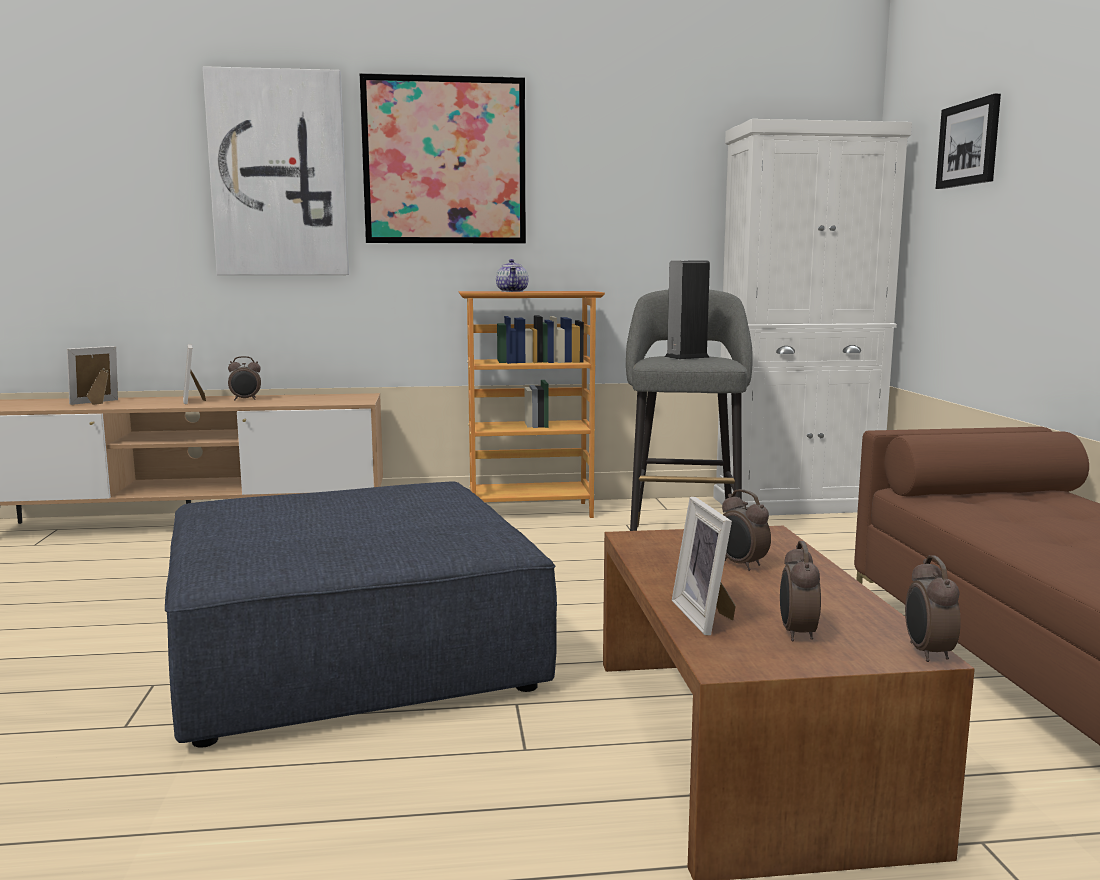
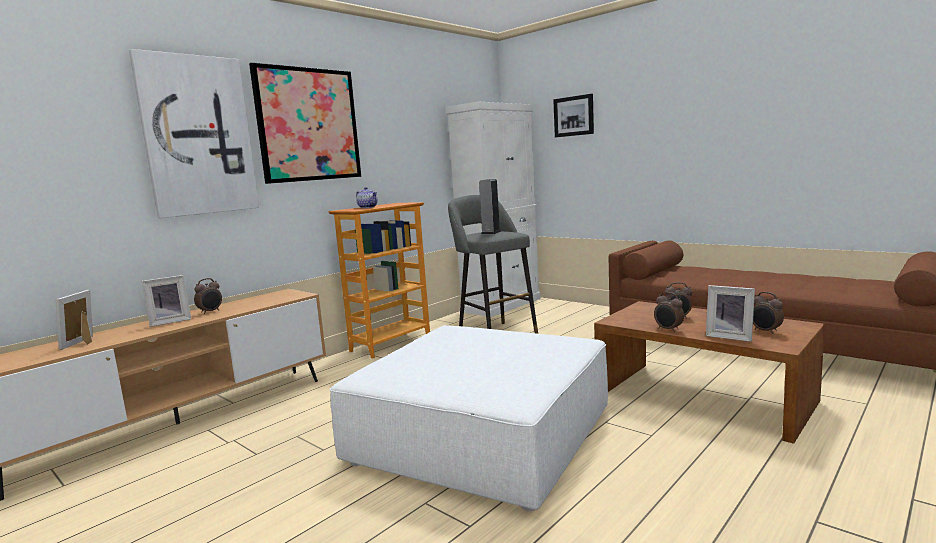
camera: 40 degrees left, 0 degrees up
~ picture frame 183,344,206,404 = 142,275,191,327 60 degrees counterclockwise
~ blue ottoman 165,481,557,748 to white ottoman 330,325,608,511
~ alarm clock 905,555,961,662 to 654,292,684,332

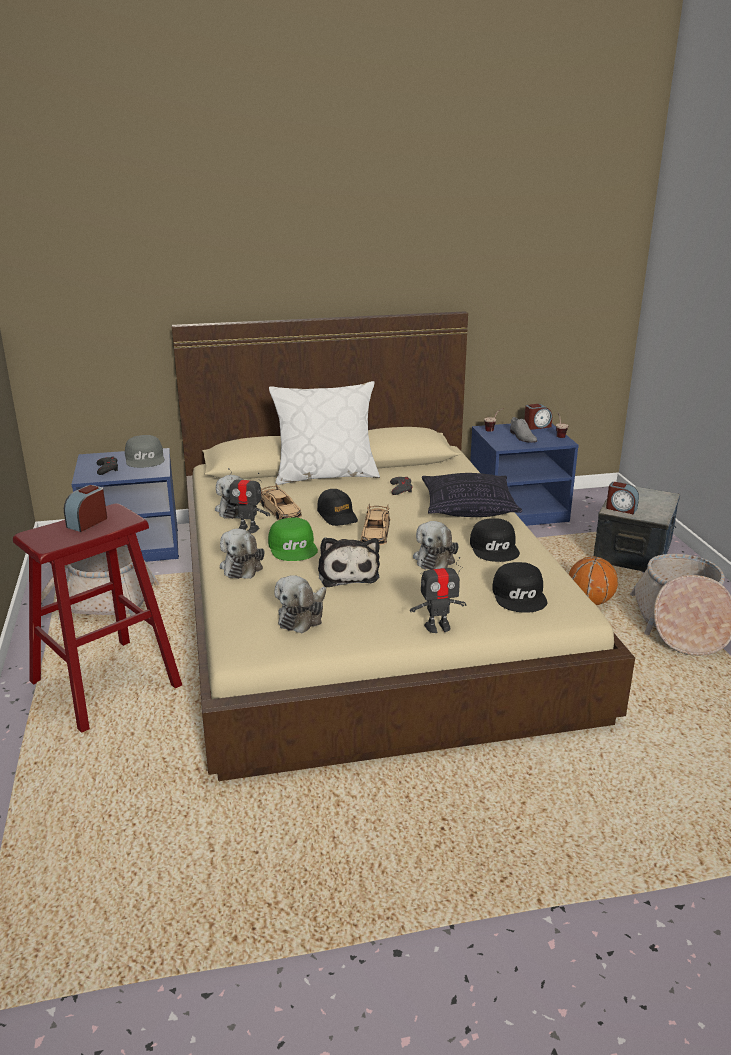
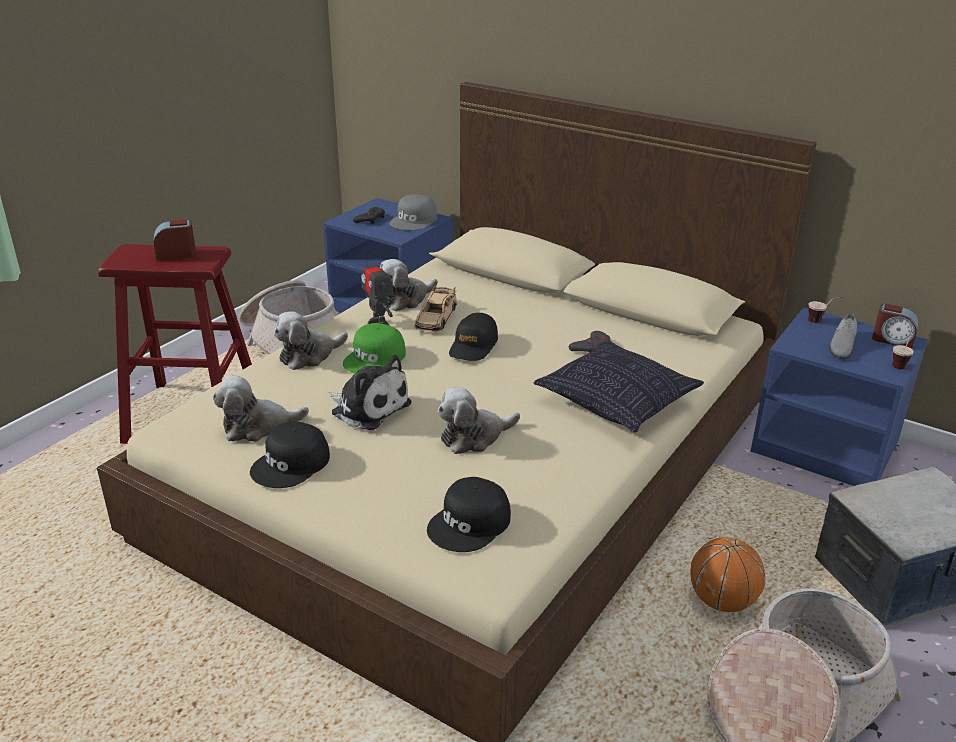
camera: 45 degrees right, 5 degrees up
~ black cap 470,518,520,562 to 250,421,330,488
~ plush toy 318,537,380,587 = 327,355,411,430 90 degrees counterclockwise
- white pillow 269,381,380,485
- beige toy car 360,504,390,545
- toy robot 410,557,467,633
- alarm clock 606,482,639,515

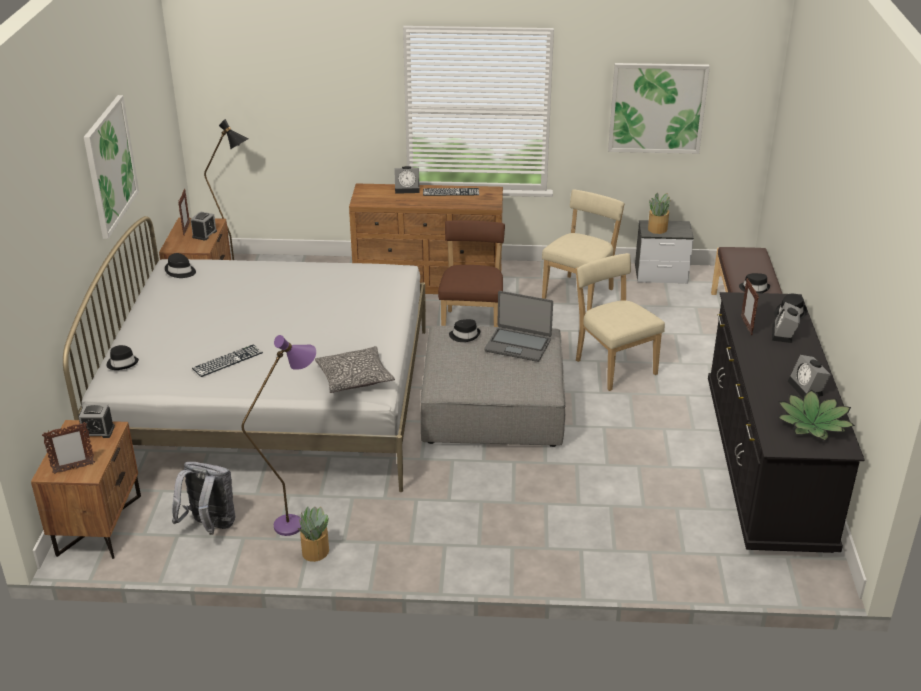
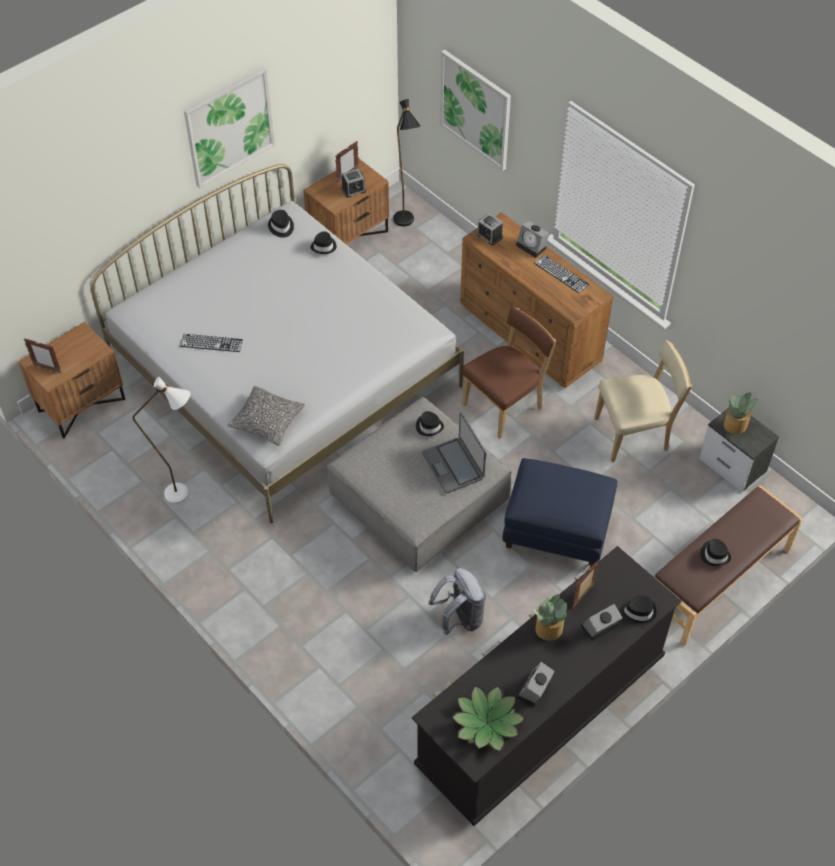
camera: 45 degrees right, 20 degrees up
~ purple floor lamp 241,335,316,536 to white floor lamp 133,377,190,504
~ black hat 107,345,139,370 to 310,231,336,254
~ grey backpack 172,462,235,535 to 429,568,486,635
~ picture 608,63,710,154 to 440,50,511,171
~ alarm clock 78,404,115,438 to 477,213,503,246
~ beige chair 576,253,665,391 to blue ottoman 502,458,618,568
~ potted plant 298,506,329,562 to 533,594,567,641

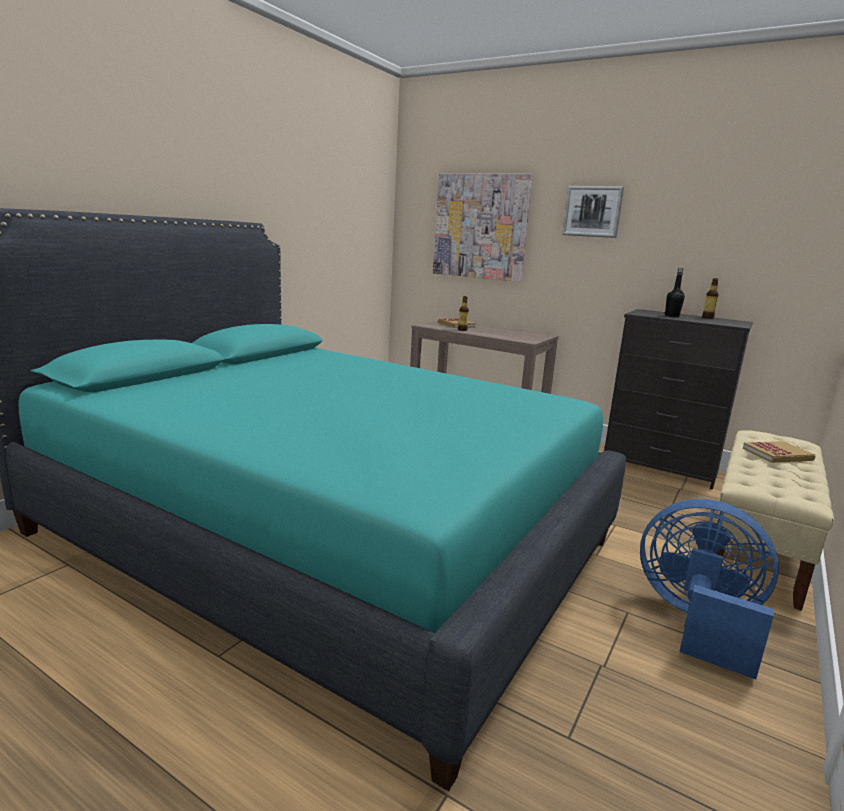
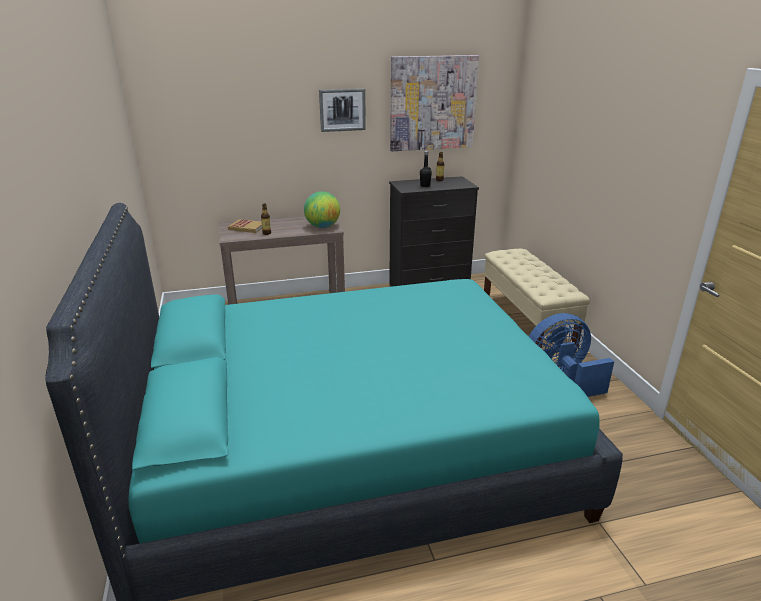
camera: 45 degrees left, 10 degrees up
+ globe 304,191,340,228
~ picture 433,174,533,282 to 390,55,479,151
- book 743,441,815,463

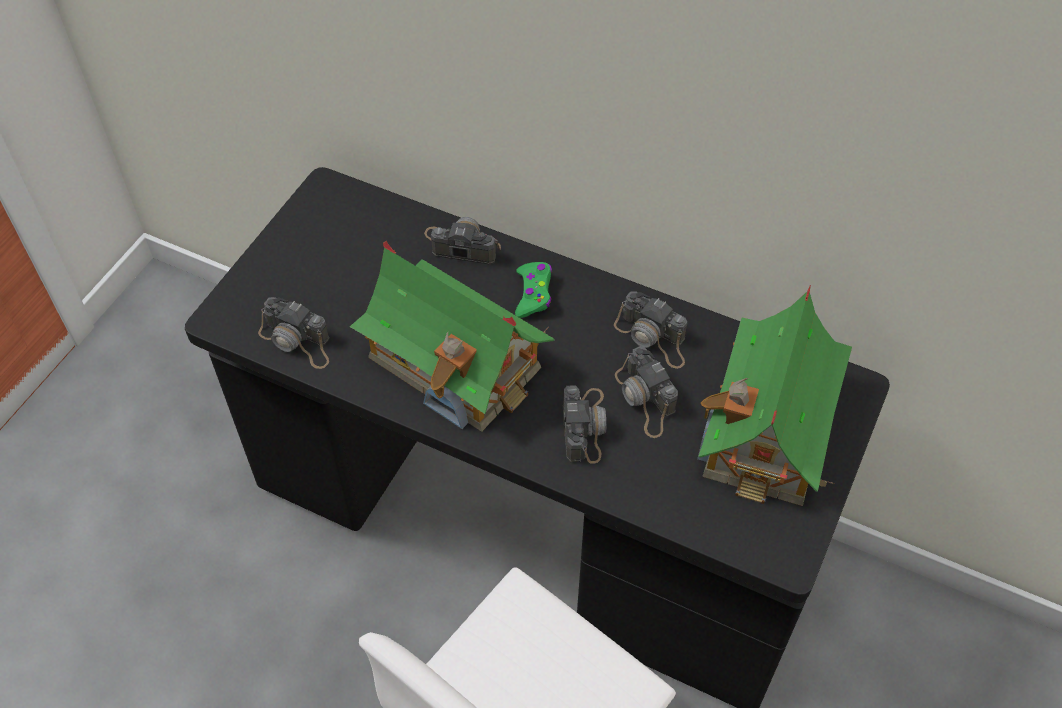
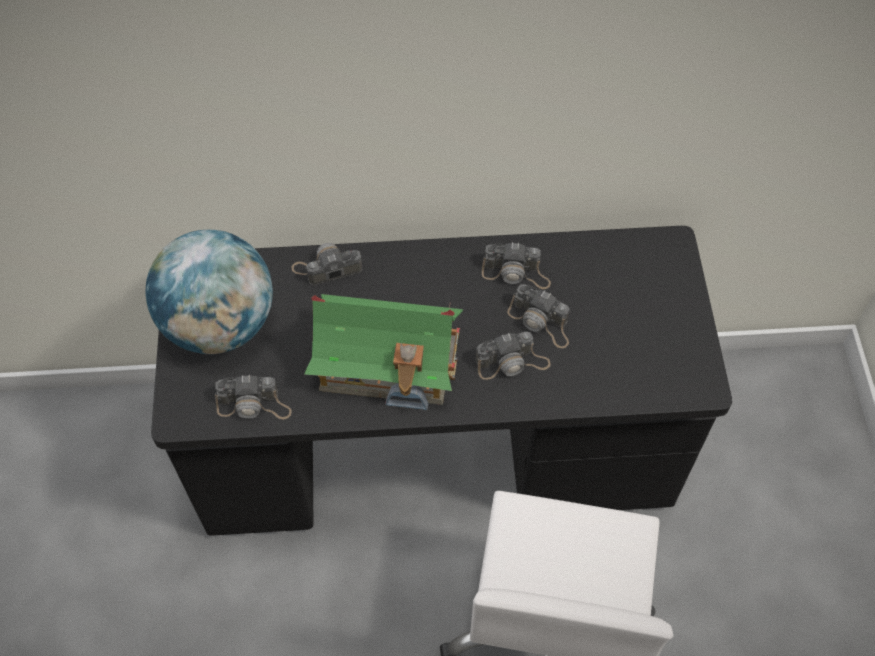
camera: 30 degrees left, 5 degrees up
+ globe 145,230,273,354
~ photo camera 563,385,606,464 = 475,331,551,380 105 degrees clockwise
- green game controller 515,262,552,318
- toy house 697,285,852,506

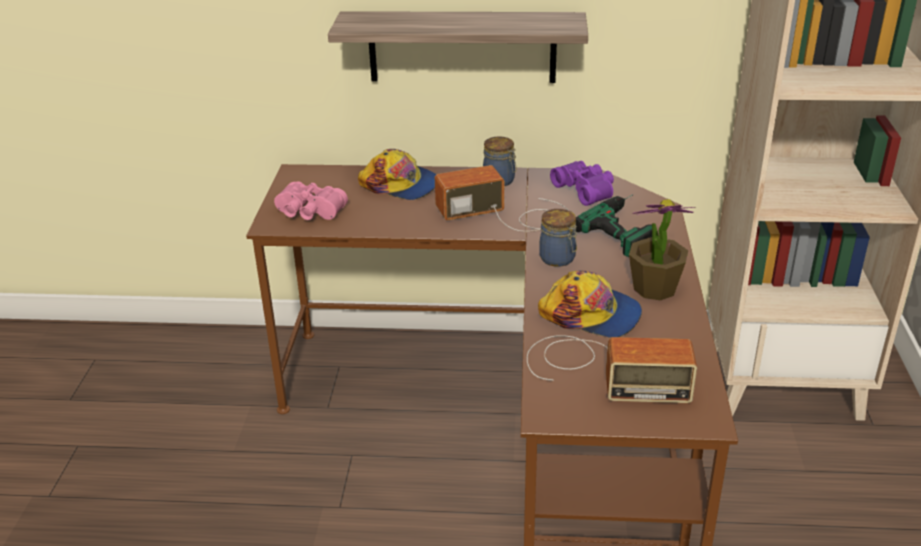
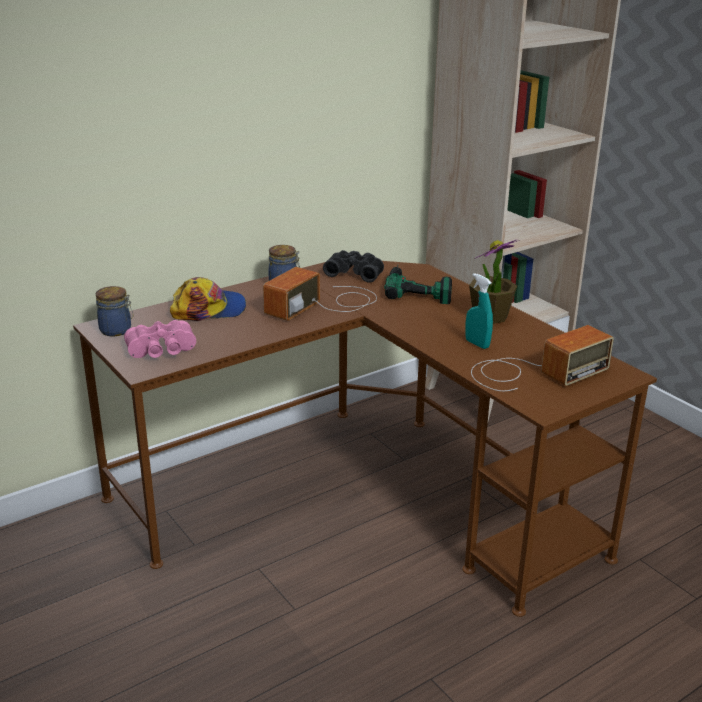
camera: 40 degrees left, 5 degrees down
~ jar 539,209,577,267 to 96,286,134,336
~ purple binoculars 550,161,614,206 to black binoculars 323,250,384,283
~ cap 538,270,642,338 to turquoise spray bottle 465,273,493,349
- shelf 328,11,588,83

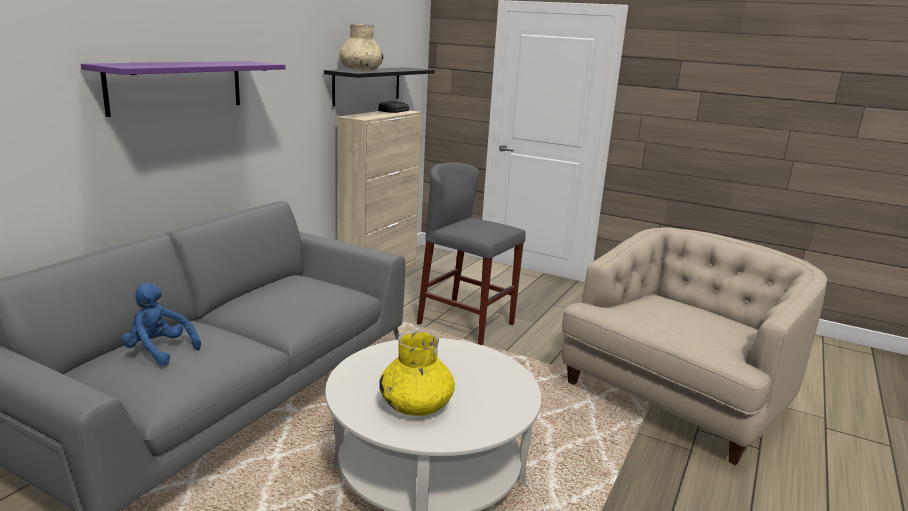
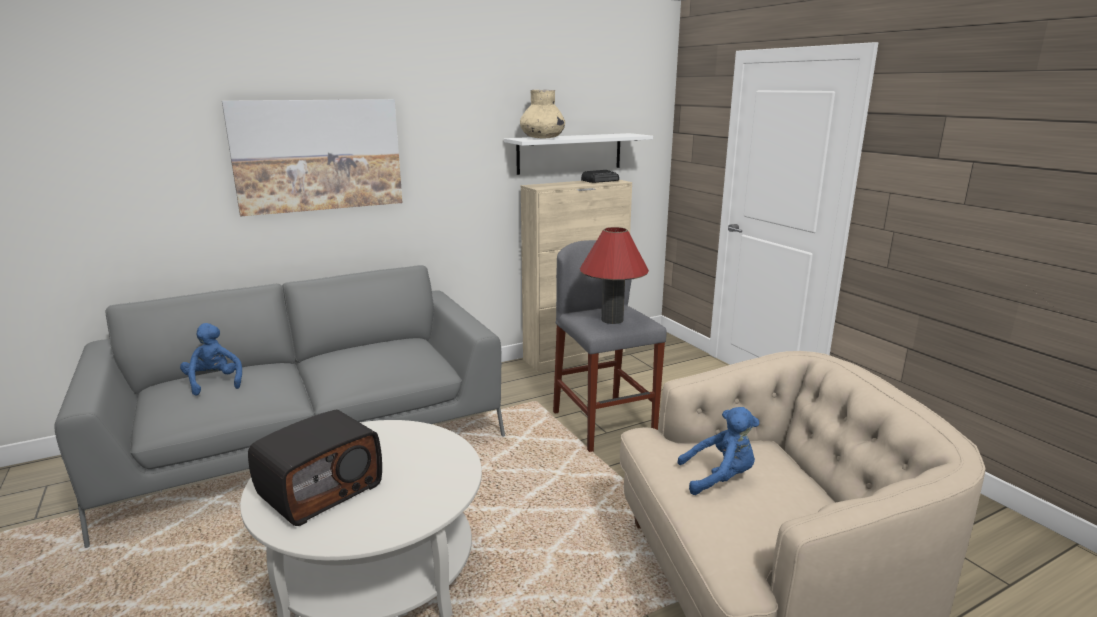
camera: 35 degrees right, 0 degrees up
~ purple shelf 81,61,285,117 to picture 222,99,402,216
~ yellow vase 379,330,455,416 to radio 248,410,382,526
~ black shelf 324,67,435,106 to white shelf 504,133,653,175
+ red table lamp 580,227,649,324
+ blue plush toy 677,407,759,495

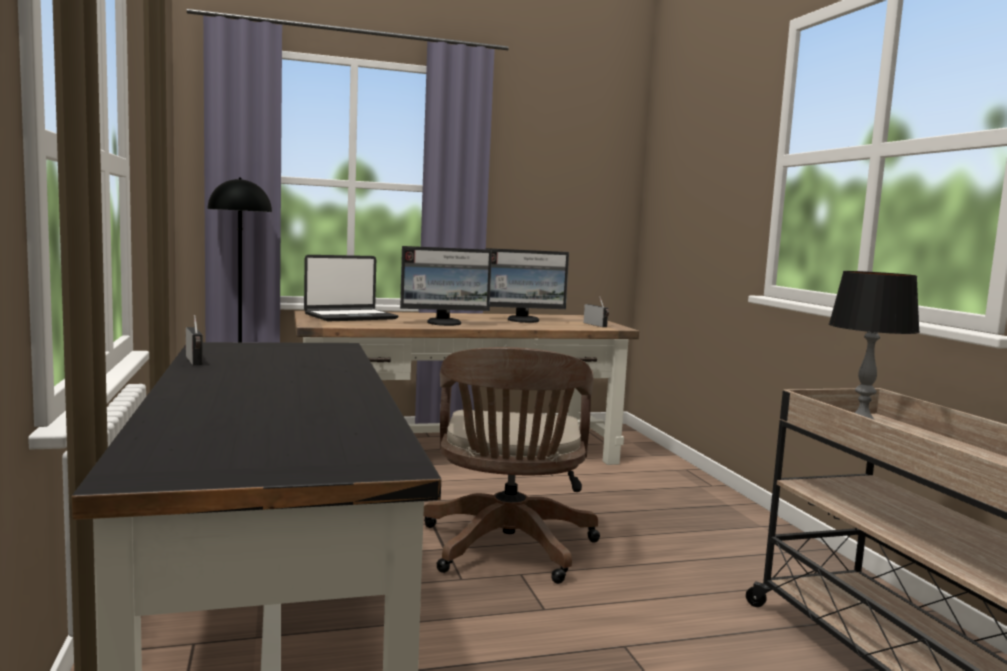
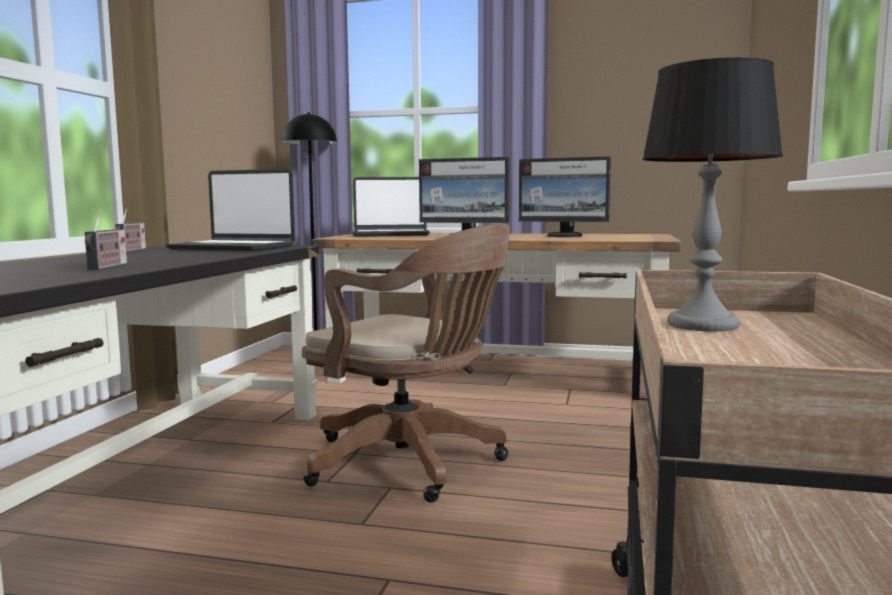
camera: 30 degrees right, 0 degrees up
~ radio 583,296,609,327 to 85,211,127,270
+ laptop 166,169,295,251
~ brown office chair 424,347,600,584 = 302,224,510,502 90 degrees counterclockwise

